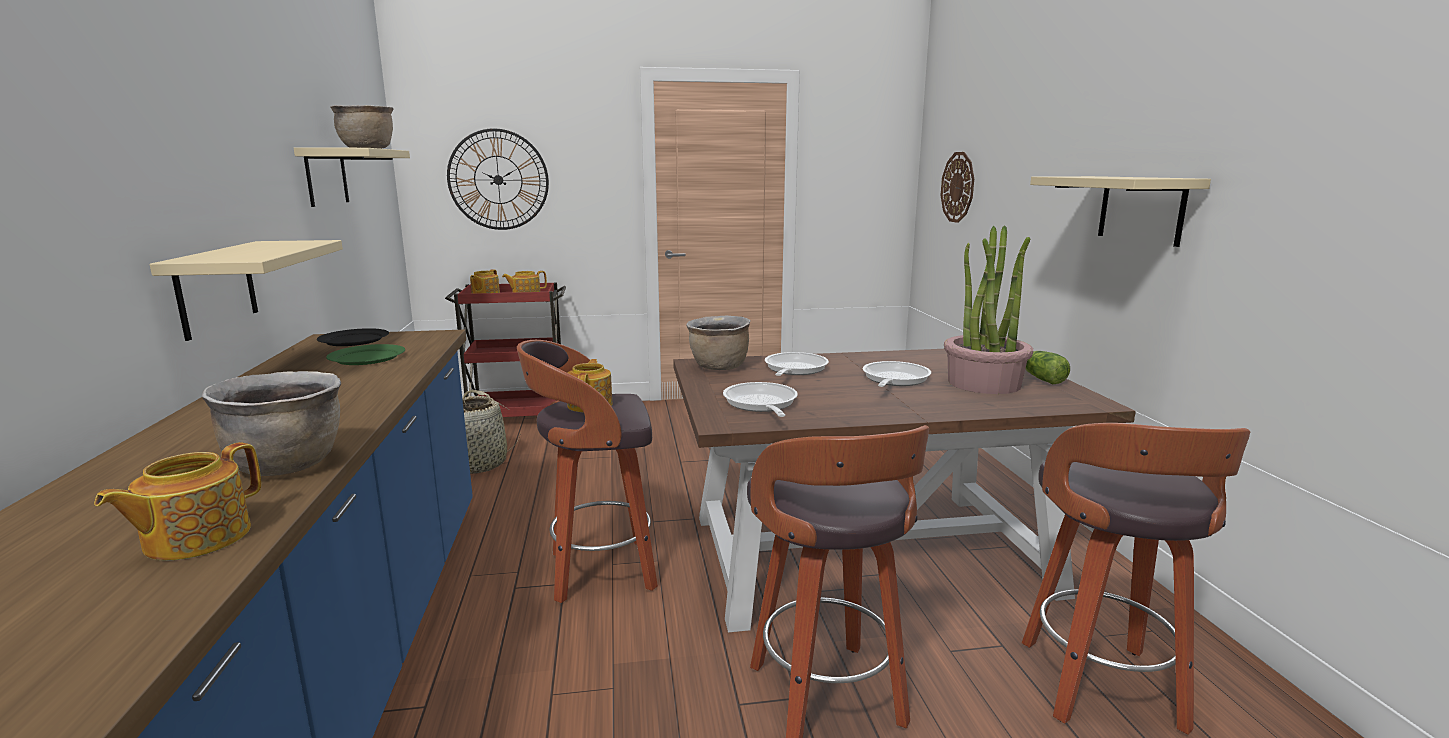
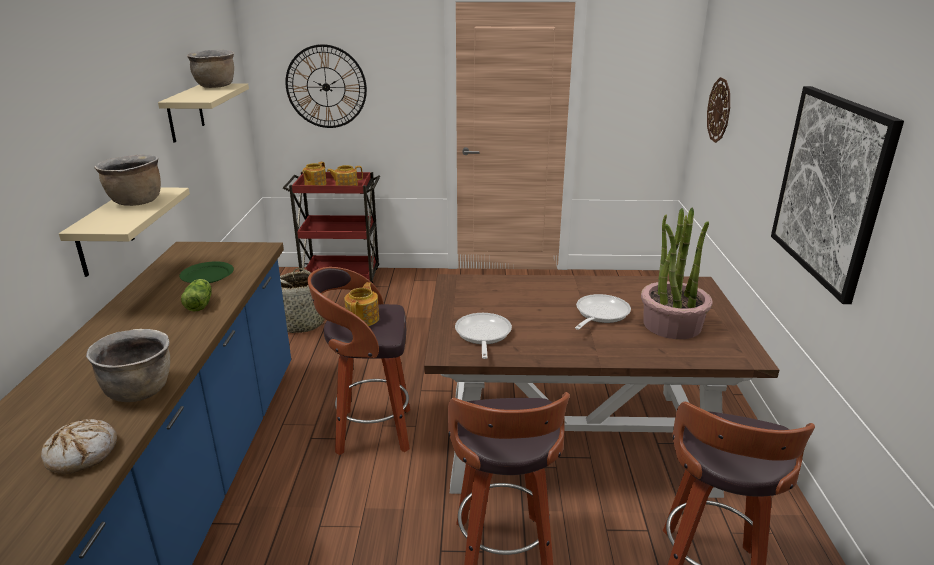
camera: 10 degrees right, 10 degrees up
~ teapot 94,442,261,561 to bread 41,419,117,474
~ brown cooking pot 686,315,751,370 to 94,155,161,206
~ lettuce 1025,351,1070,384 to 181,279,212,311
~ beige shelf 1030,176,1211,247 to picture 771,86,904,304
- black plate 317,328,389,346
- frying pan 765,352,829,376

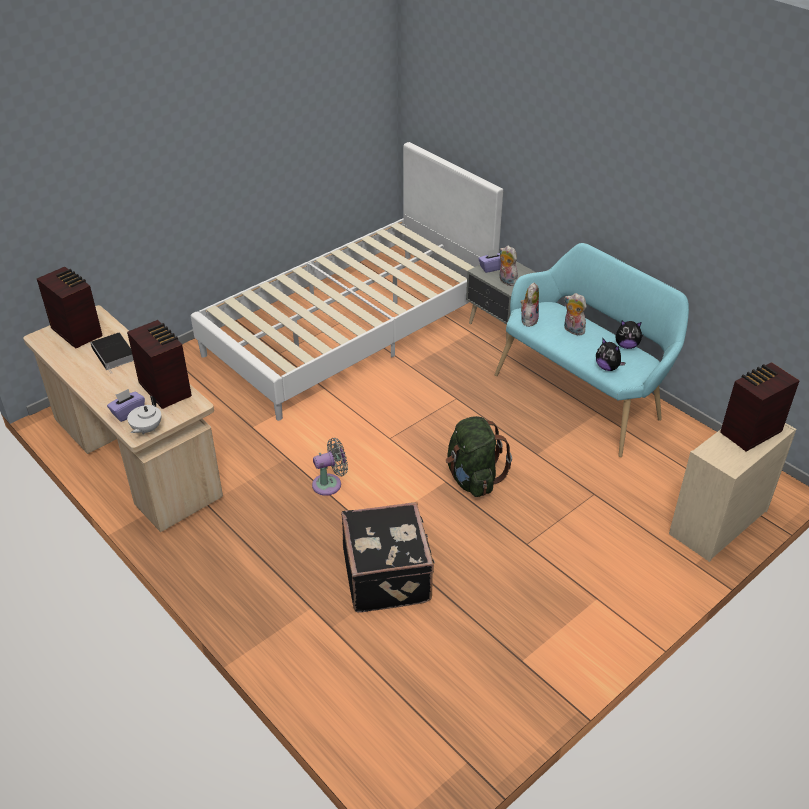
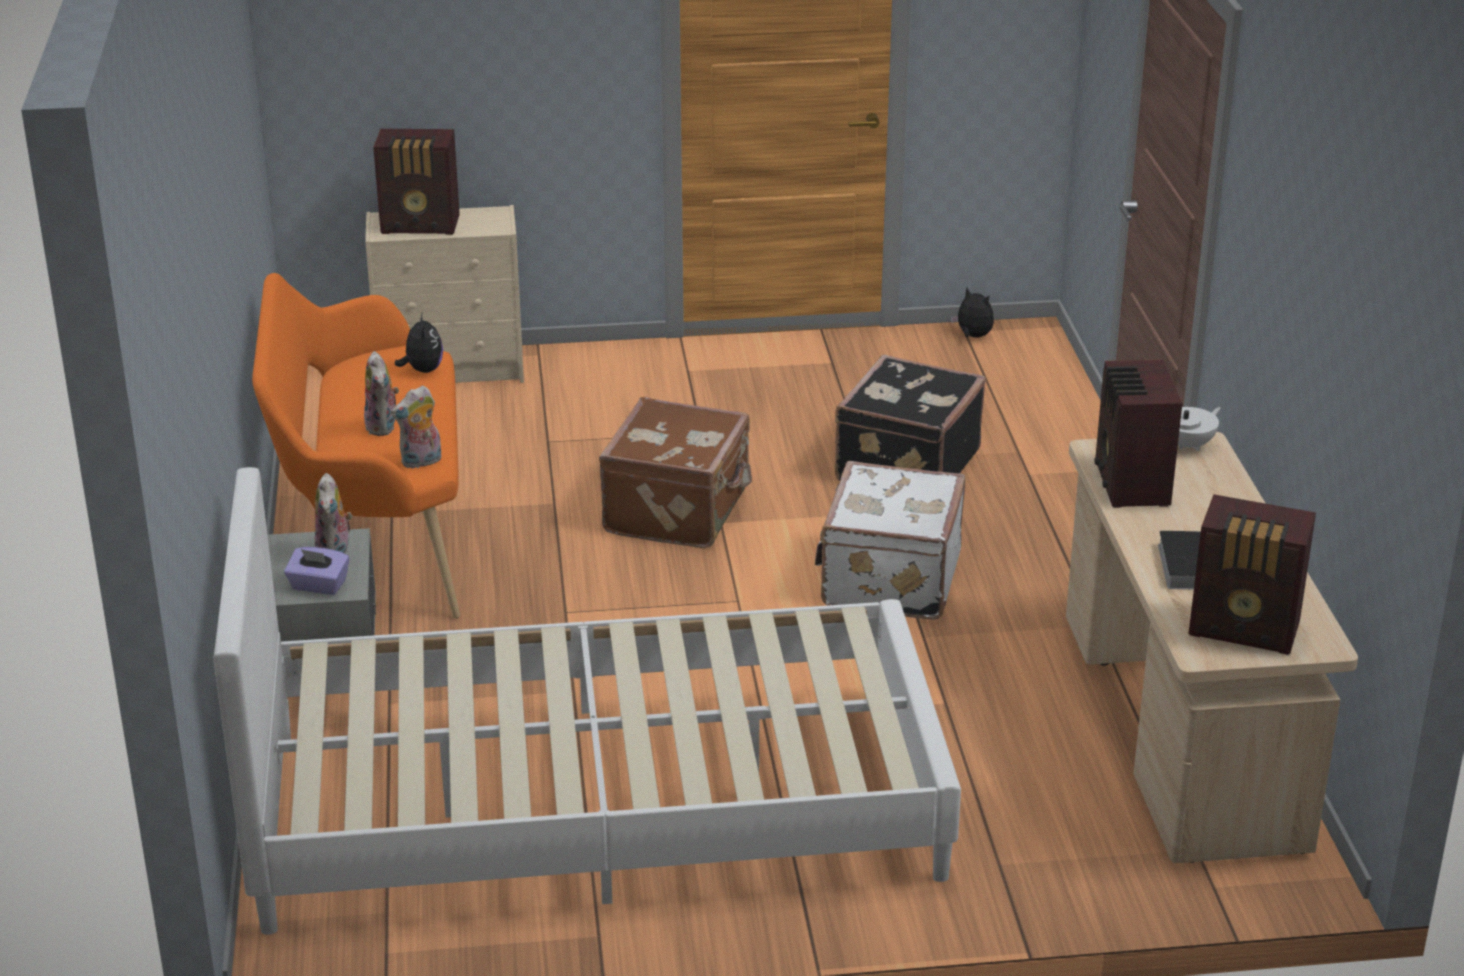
camera: 145 degrees left, 10 degrees down
~ turquoise bench 495,243,689,457 to orange bench 252,273,460,618
~ green backpack 446,416,512,497 to brown suitcase 599,397,752,548
~ grey fan 312,438,348,496 to white suitcase 815,461,966,620
~ plush toy 615,321,643,349 to 951,288,994,338
~ radio 37,267,103,349 = 1189,494,1316,655 60 degrees counterclockwise
- purple tissue box 107,389,145,422

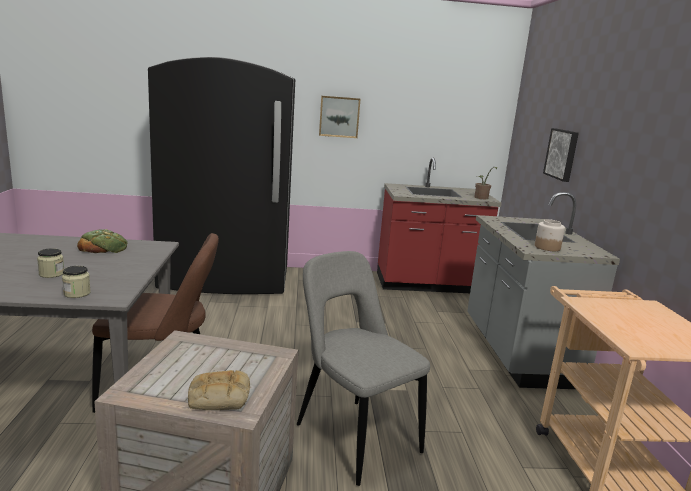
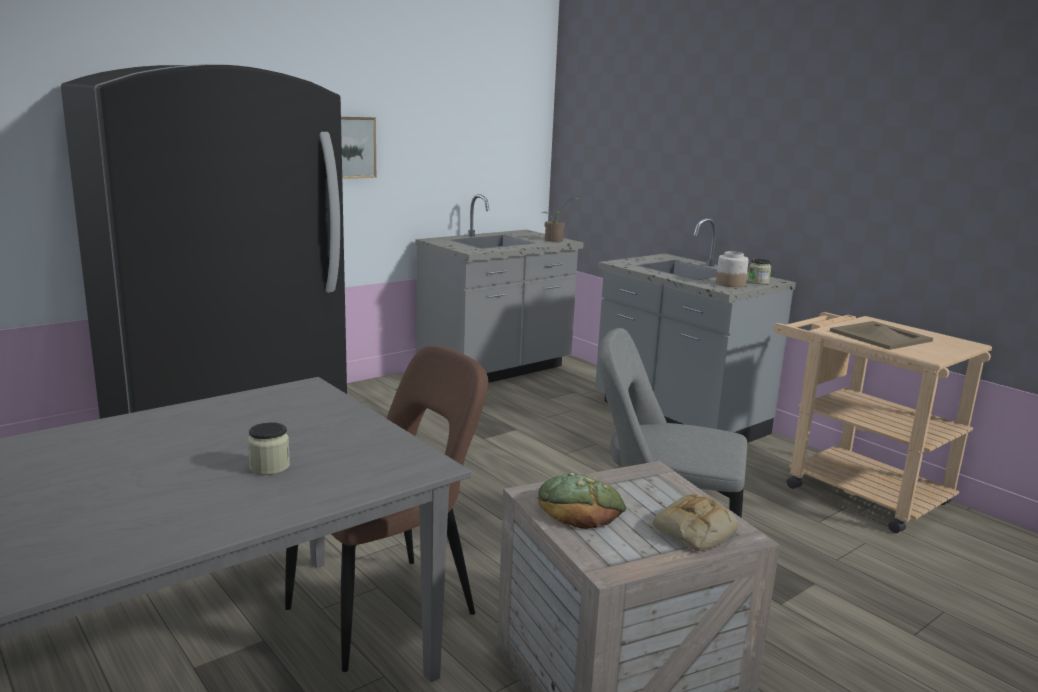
camera: 35 degrees left, 0 degrees up
~ red counter 377,158,502,293 to grey counter 415,194,584,383
~ bread 77,229,128,253 to 538,473,626,529
~ jar 62,266,91,298 to 748,259,771,284
+ beige tray 830,321,933,350
- picture 543,128,579,182

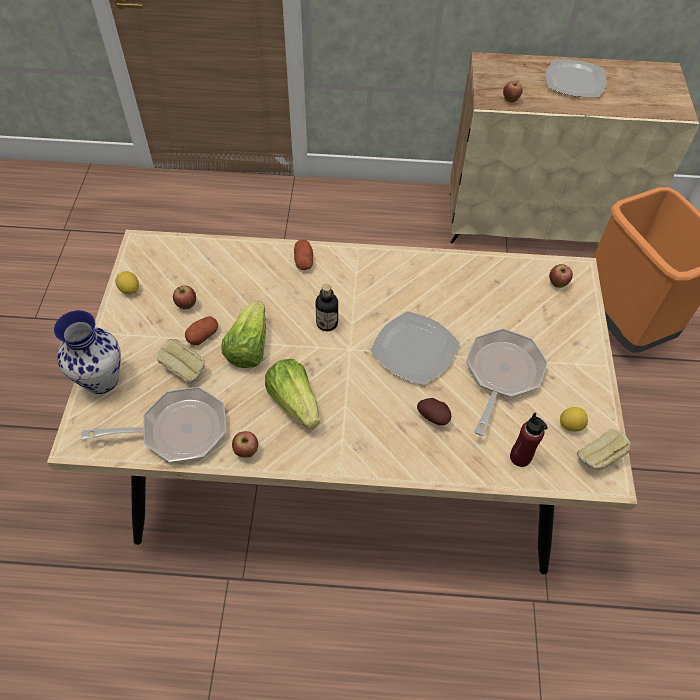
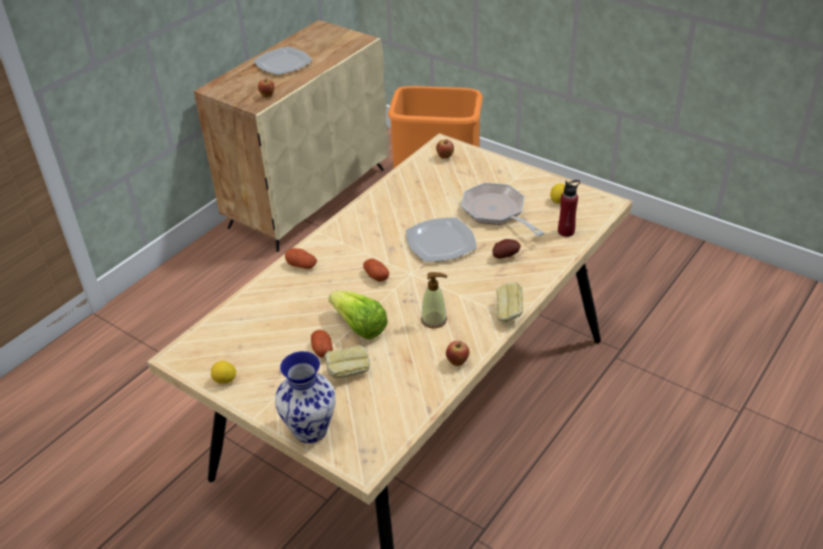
camera: 55 degrees left, 15 degrees down
~ bottle 315,284,338,331 to potato 363,259,389,282
~ lettuce 265,359,320,429 to soap dispenser 421,272,447,329
~ bread 577,429,631,470 to 497,282,523,322
- frying pan 81,387,226,463
- apple 173,286,196,310

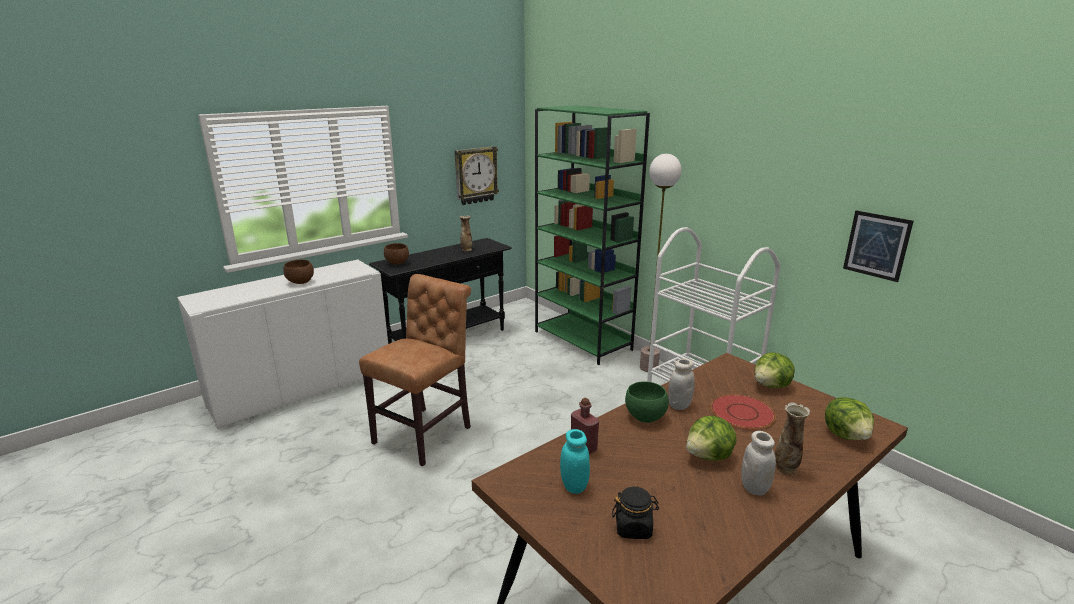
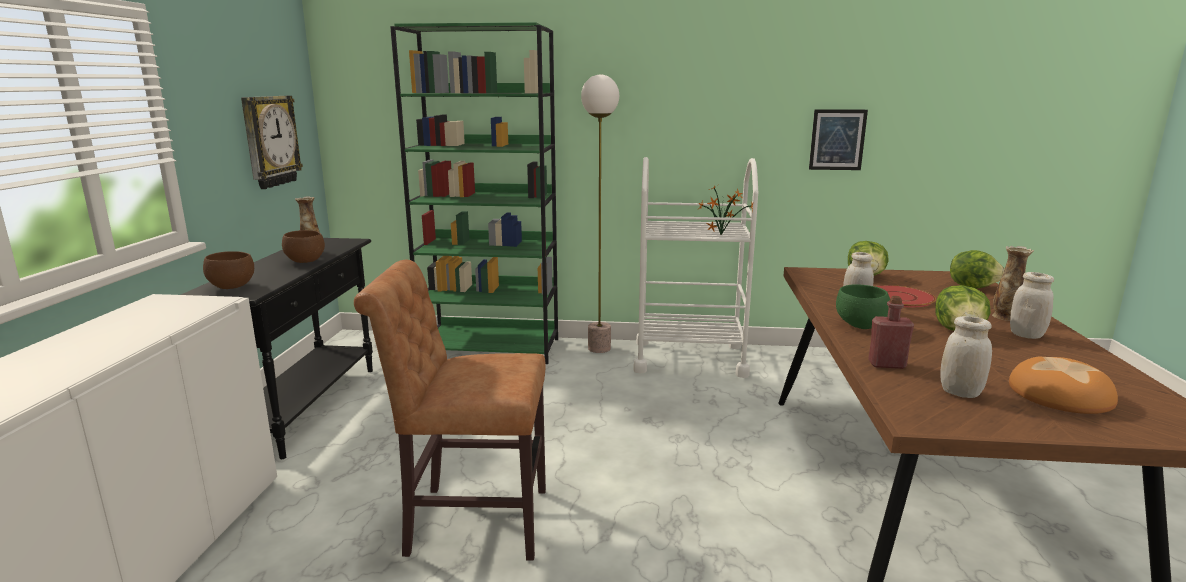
camera: 45 degrees left, 5 degrees down
~ brown bowl 283,260,314,284 to 282,230,325,263
~ brown chair 359,274,471,466 = 354,260,546,561 75 degrees counterclockwise
+ potted plant 699,185,753,235
~ turquoise jar 560,429,590,494 to white jar 940,316,992,398
~ black jar 612,487,659,539 to bread 1009,357,1118,414

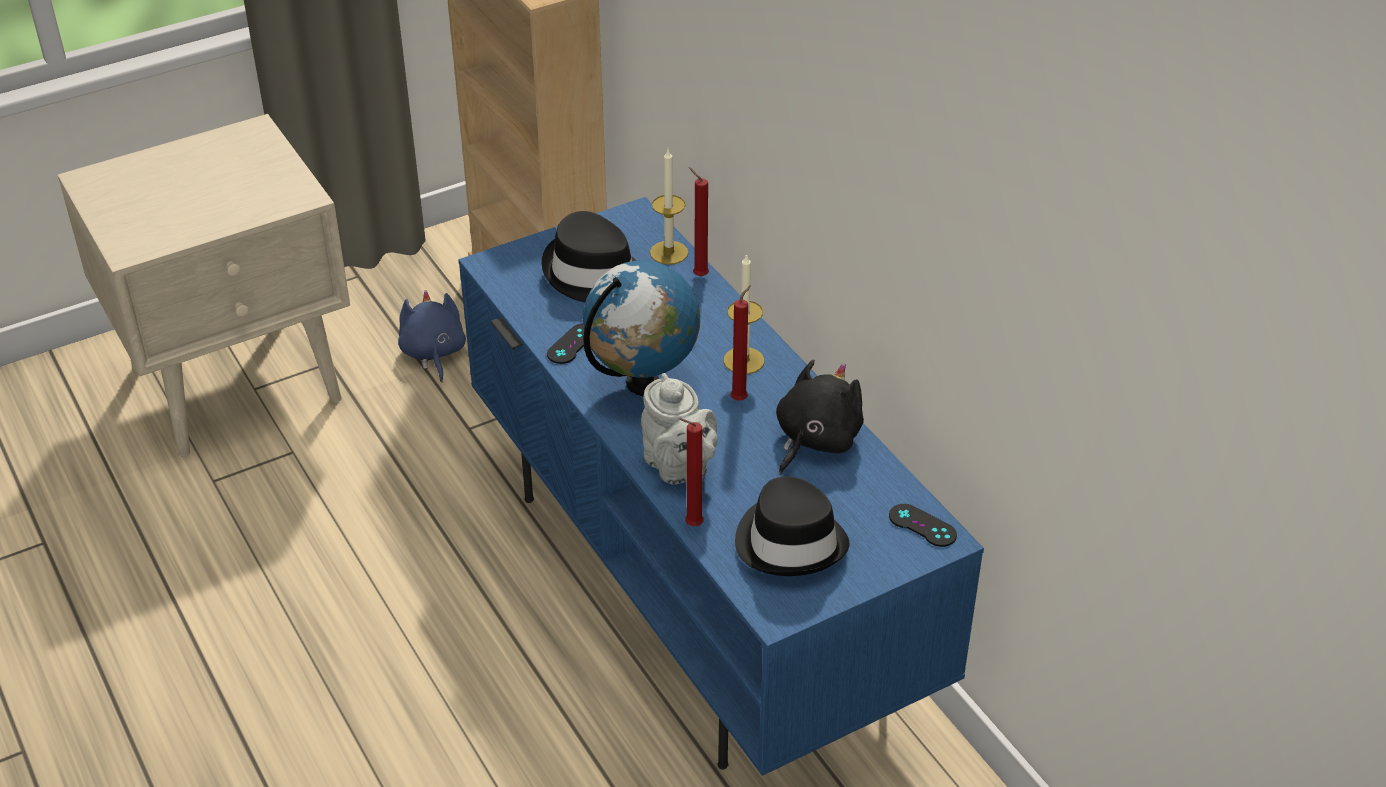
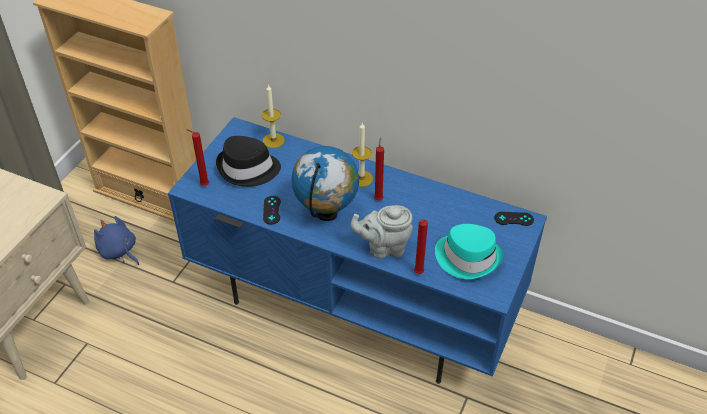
camera: 35 degrees left, 5 degrees up
~ red candle 689,167,709,276 to 186,129,209,186
~ grey teapot 641,373,718,484 = 350,205,413,259 150 degrees clockwise
~ black hat 735,477,850,576 to turquoise hat 435,224,503,279
- black plush toy 776,360,864,475

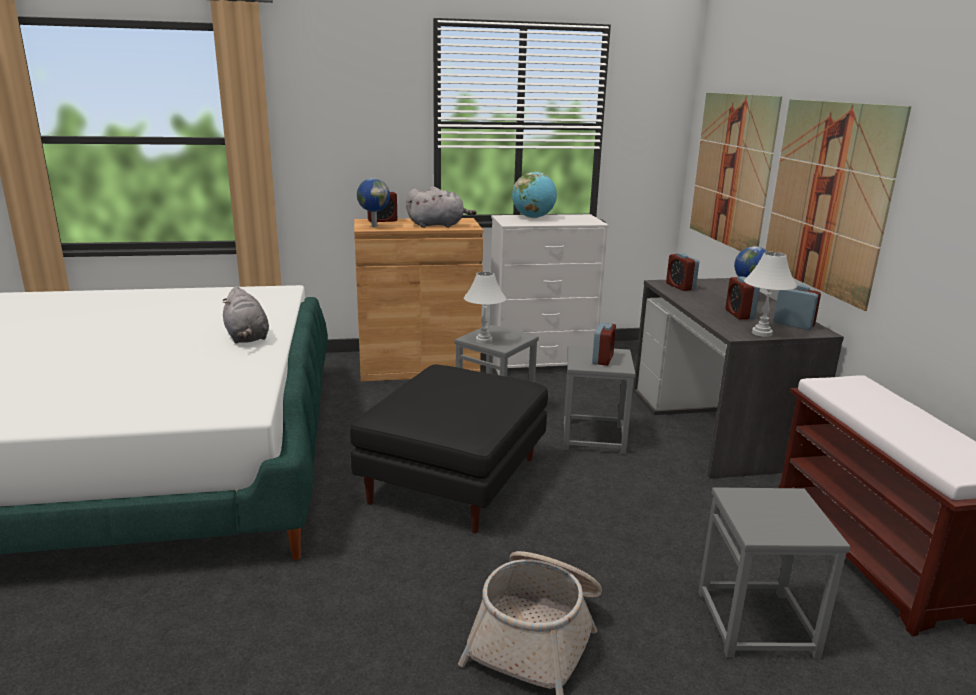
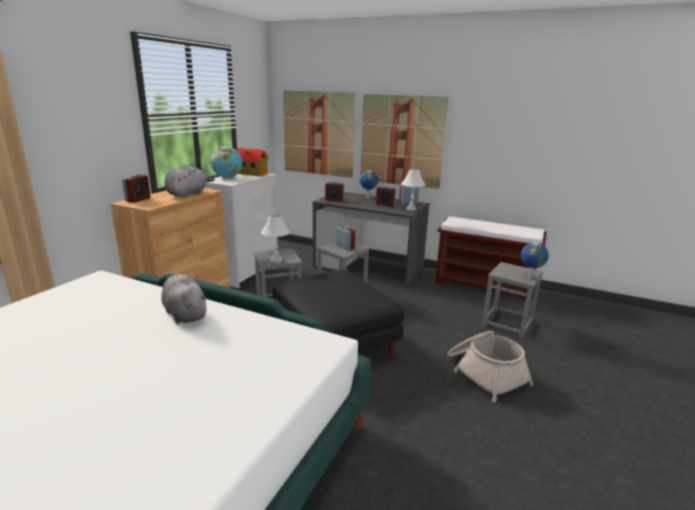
camera: 55 degrees left, 0 degrees up
~ grey plush toy 222,286,269,343 = 161,274,207,324 135 degrees counterclockwise
+ toy house 237,148,268,176
~ globe 357,178,390,227 to 521,242,549,279

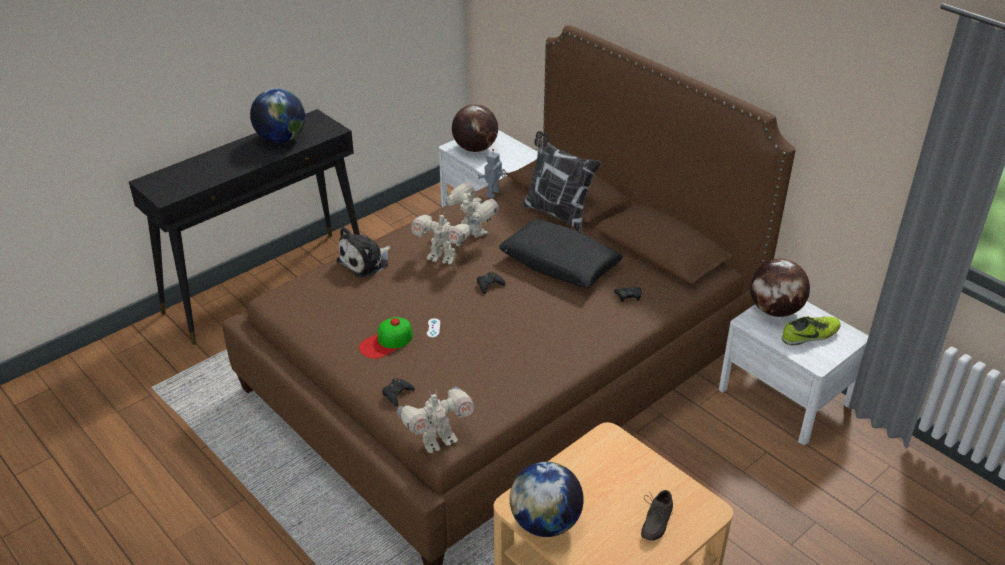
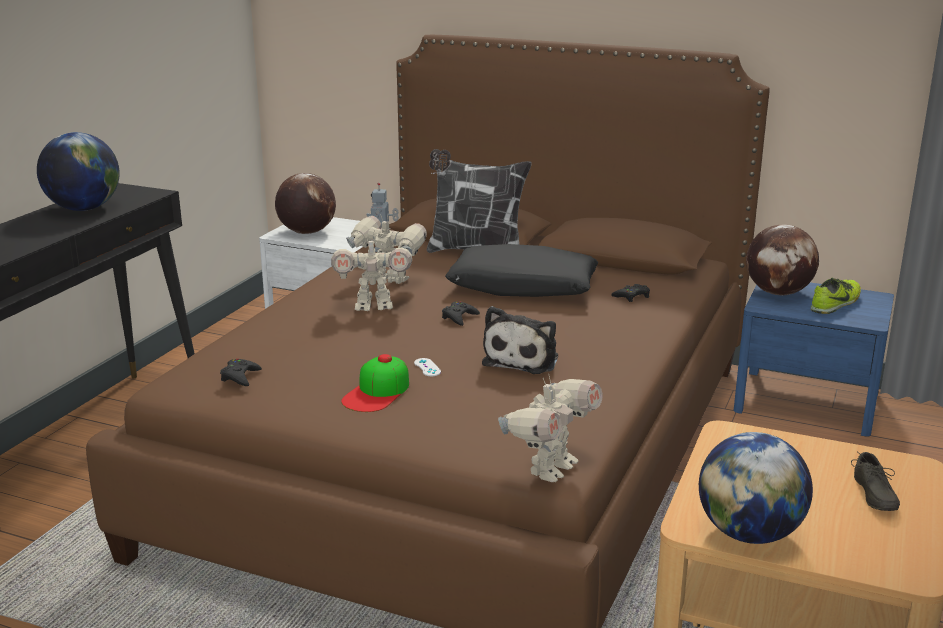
camera: 25 degrees left, 15 degrees down
~ black game controller 382,378,415,406 to 220,358,262,386
~ plush toy 337,227,391,277 to 482,306,558,374
~ white nightstand 719,302,868,445 to blue nightstand 734,282,894,437

